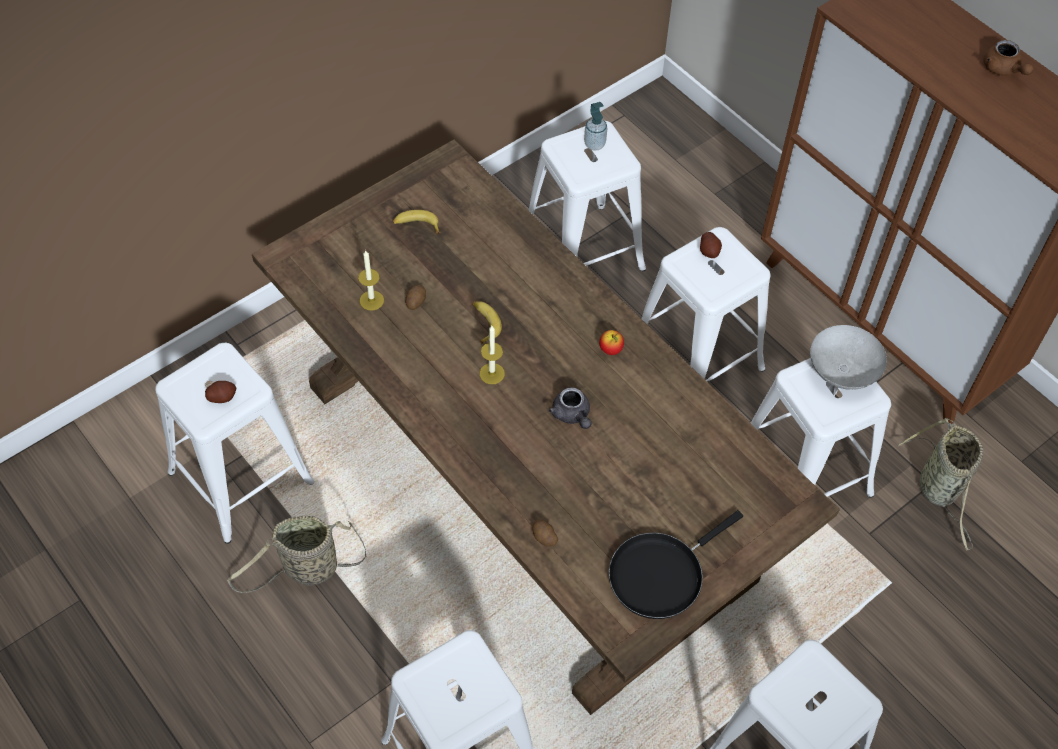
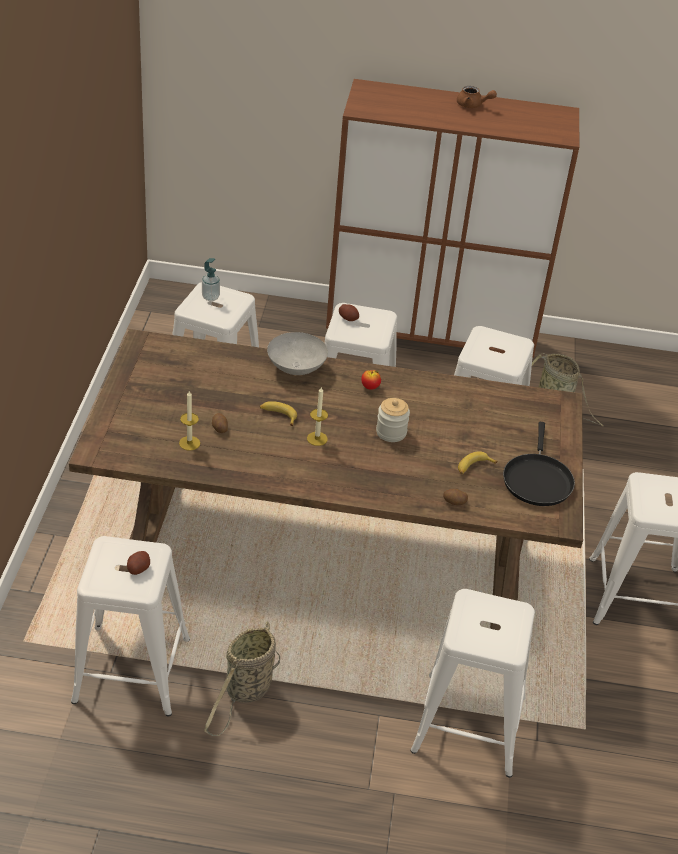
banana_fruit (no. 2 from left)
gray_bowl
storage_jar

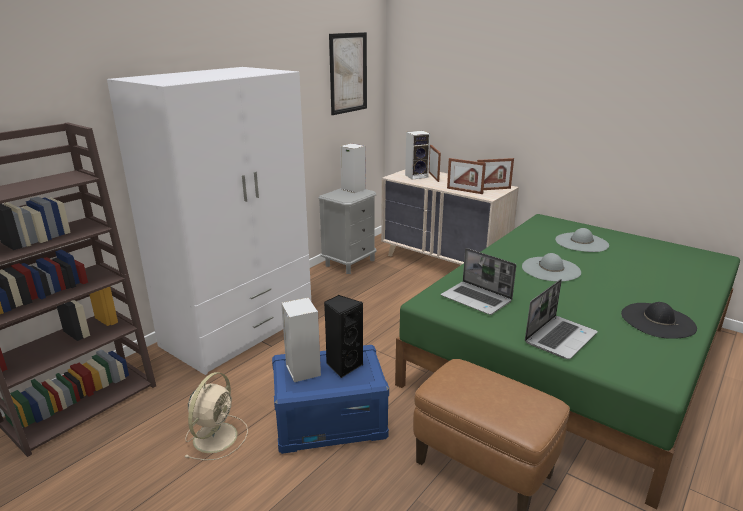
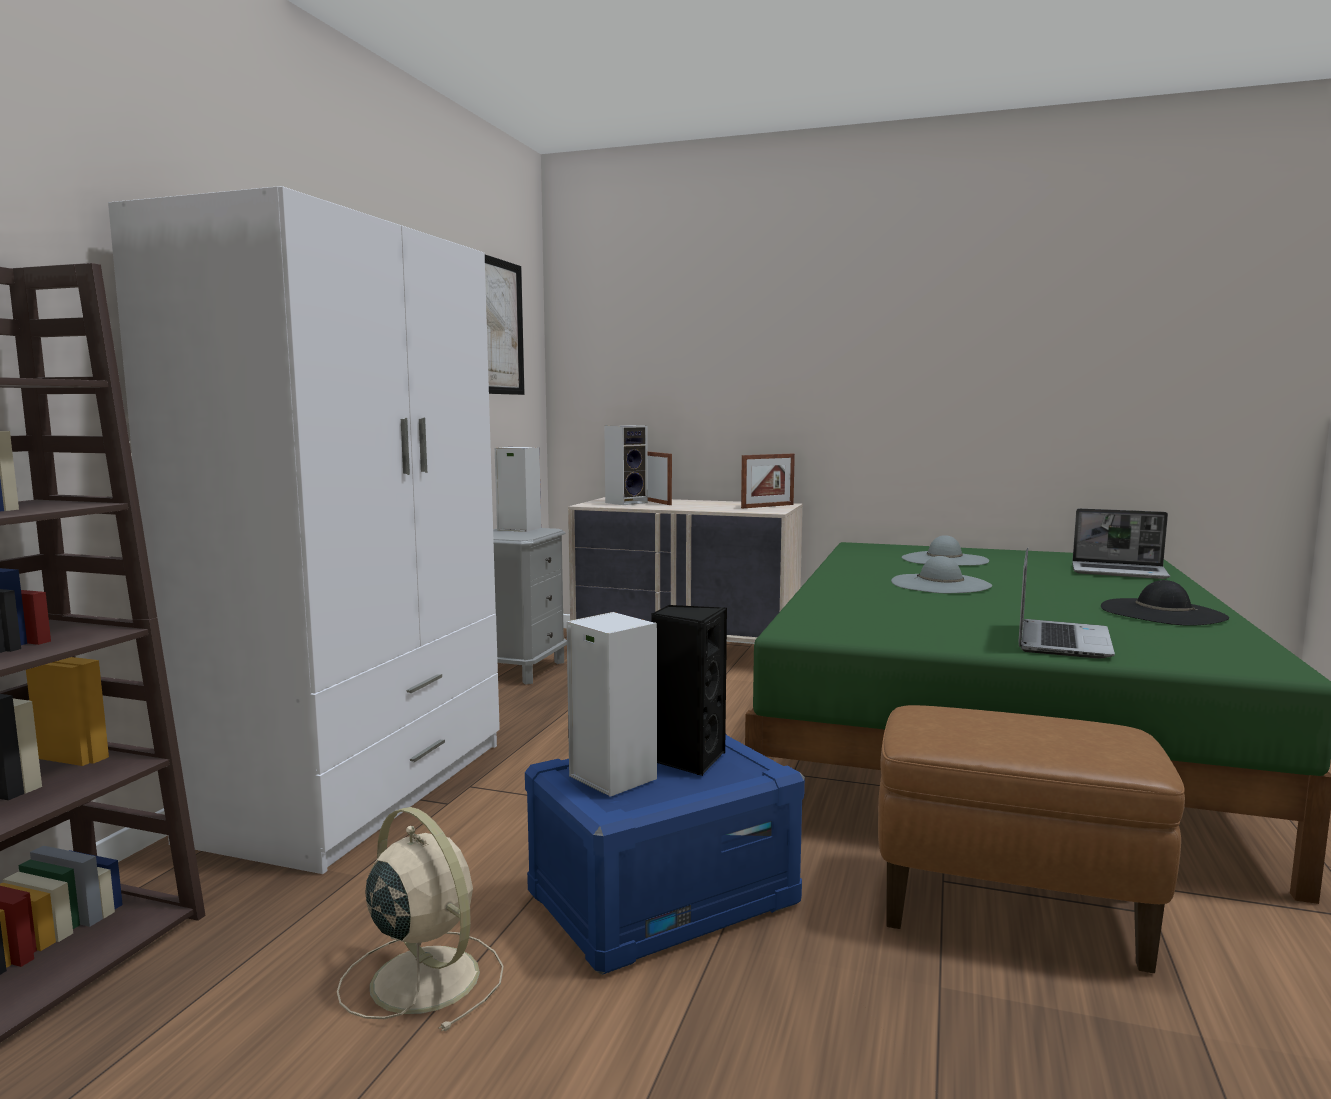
photo_frame (no. 2 from left in the first image)
portable_computer (no. 2 from left)
beige-coloured_electric_fan

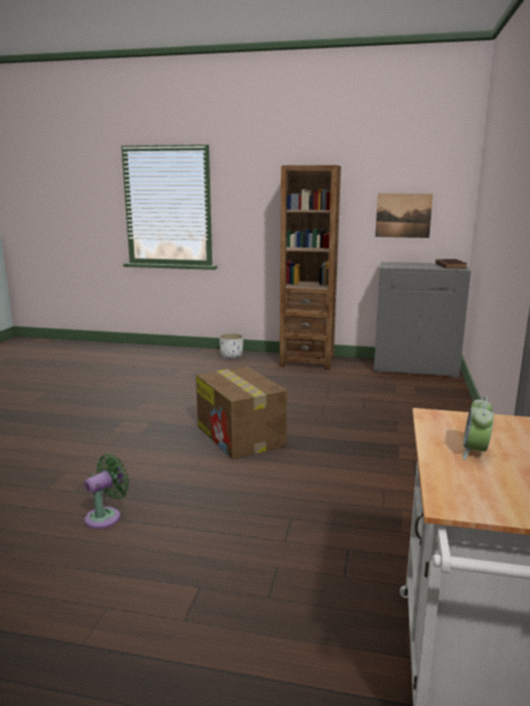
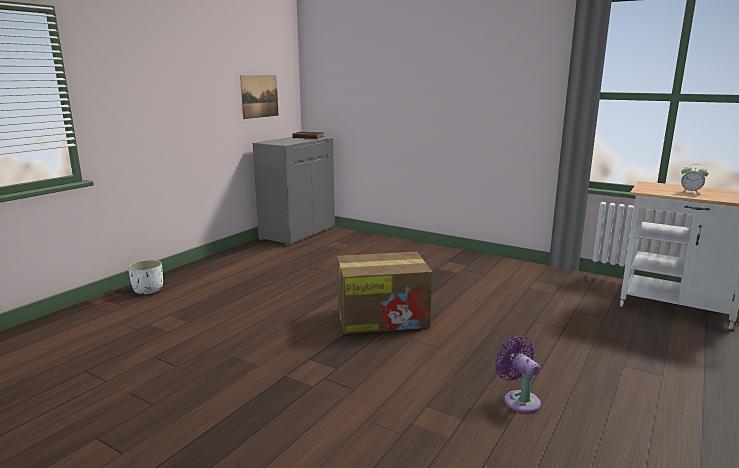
brown_bookcase
purplish_electric_fan

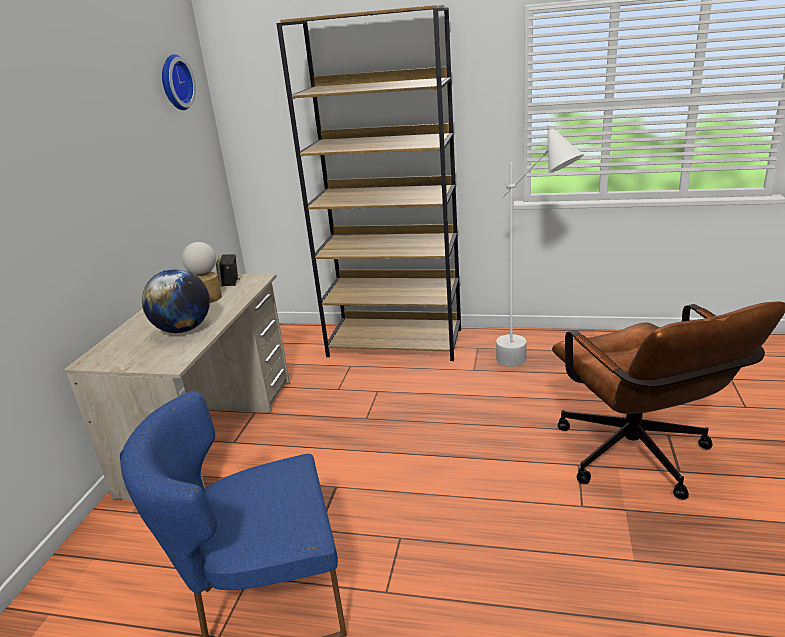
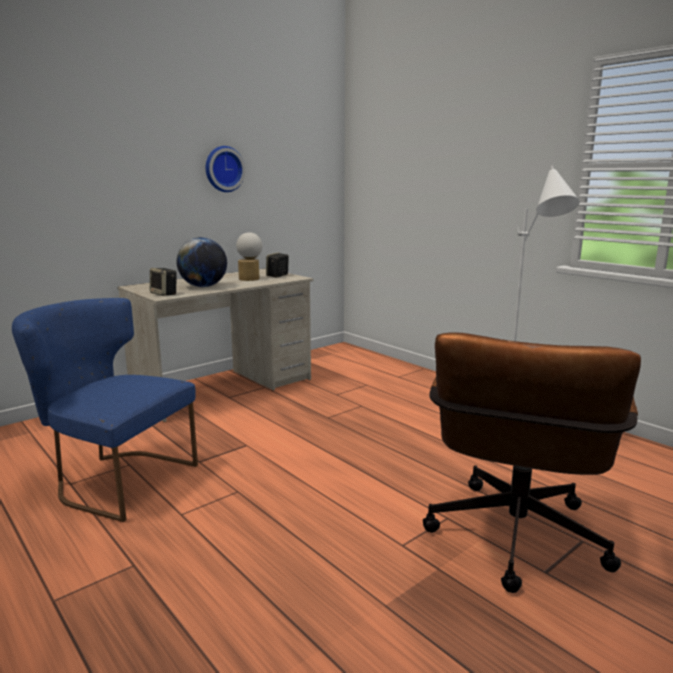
brown_bookcase
clock_on_the_wall
loudspeaker (no. 1 from left)

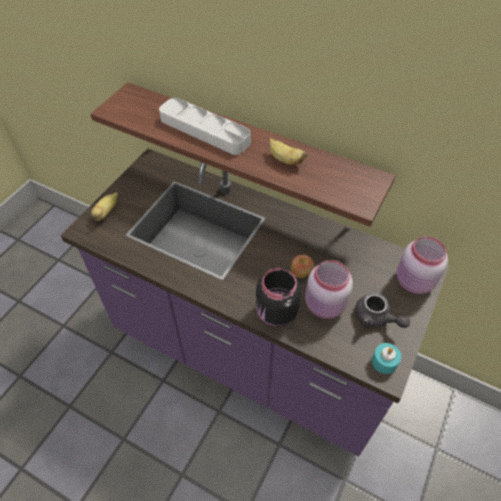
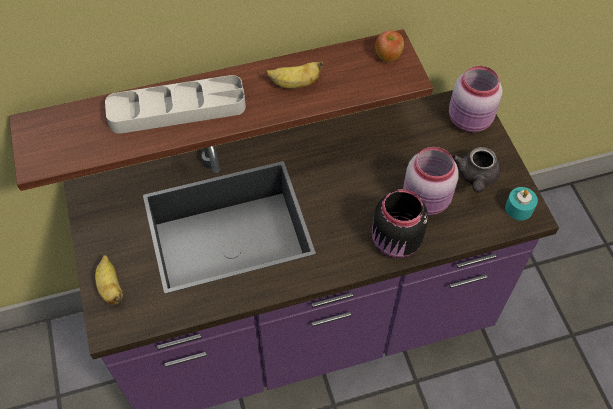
whole_apple
gray_tea_pot

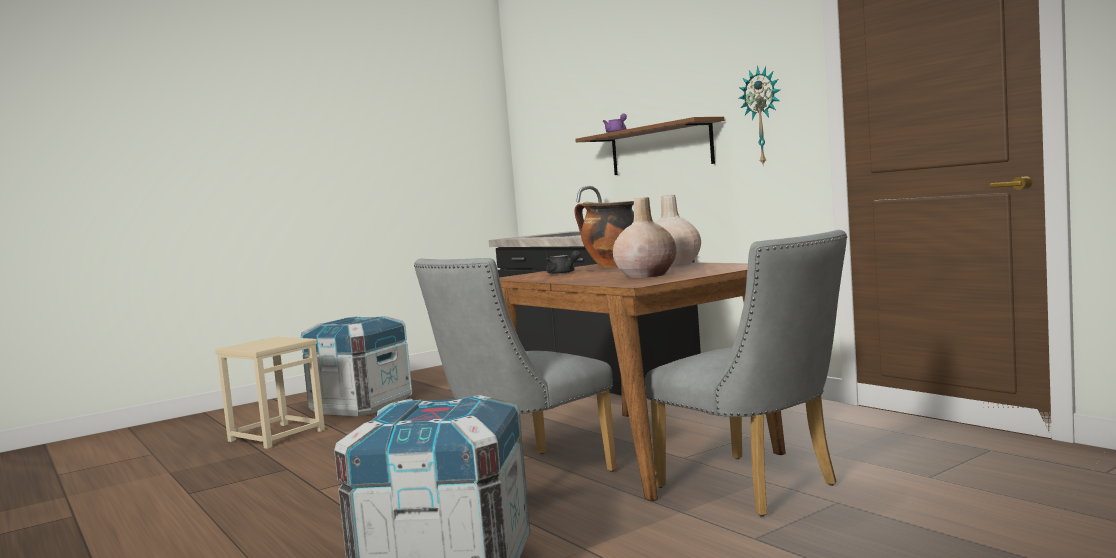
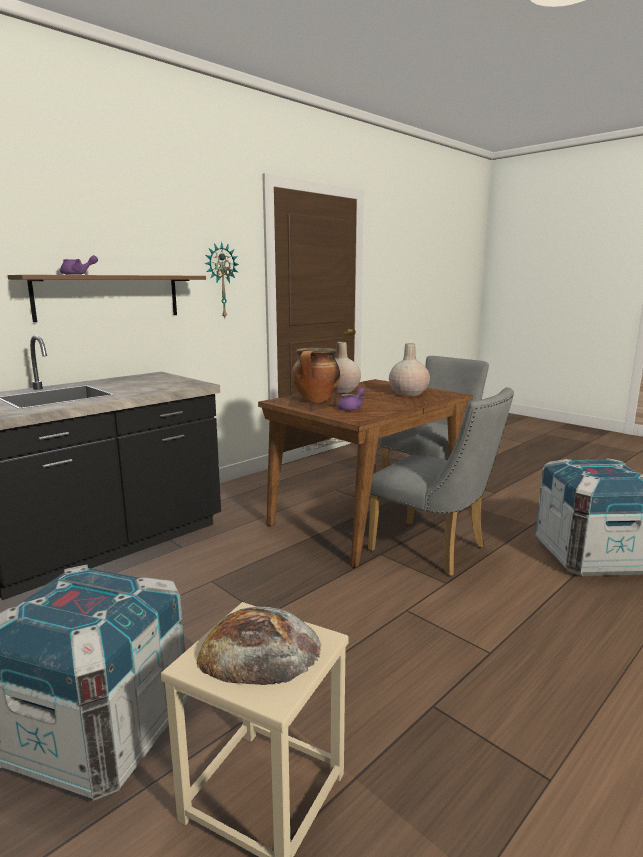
purplish_tea_pot (no. 2 from left)
bakery_bread

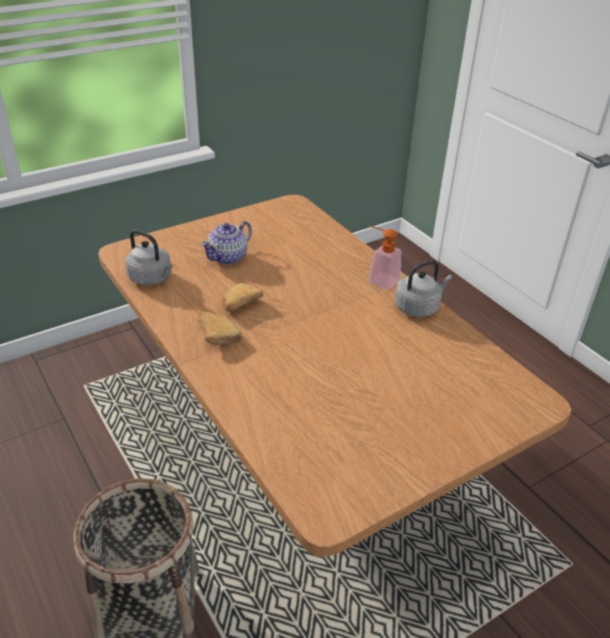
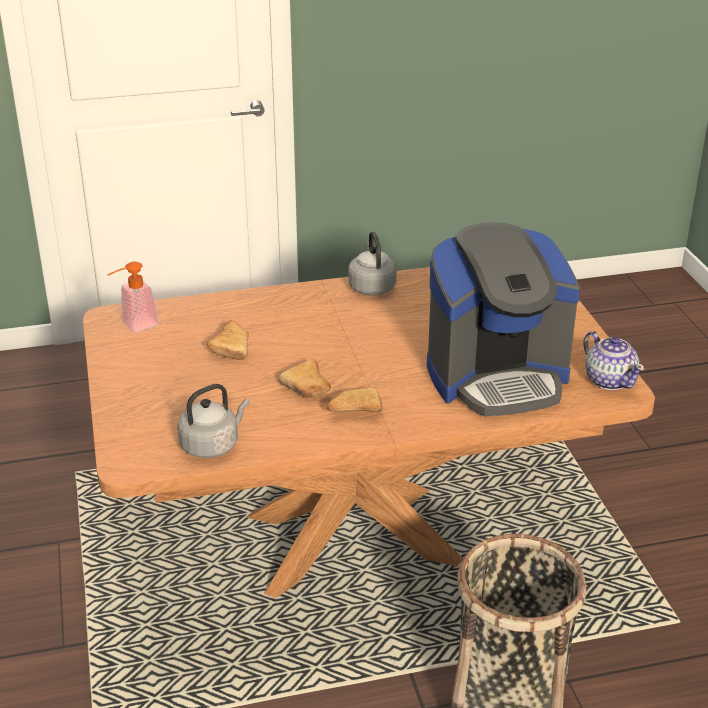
tea_pot
soap_bottle
coffee_machine
bakery_bread (no. 1 from left)

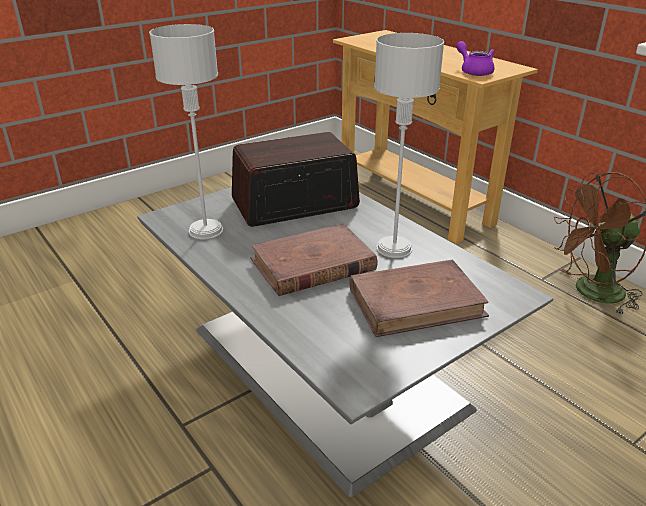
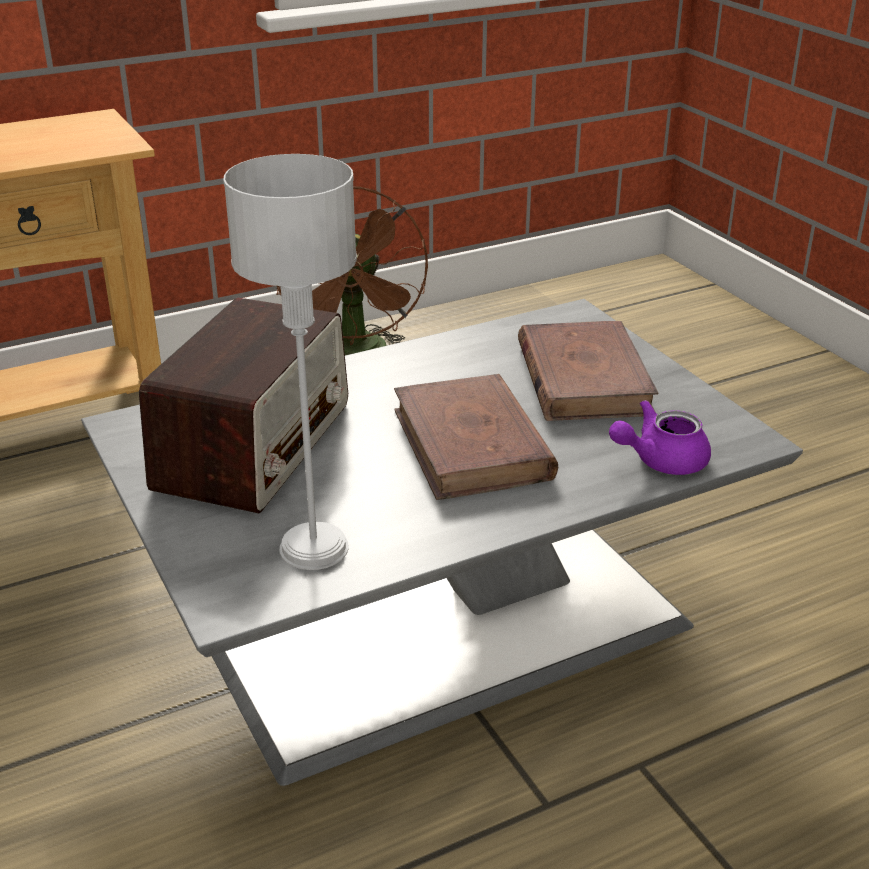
gray_table_lamp (no. 2 from left in the first image)
purplish_tea_pot
radio_set

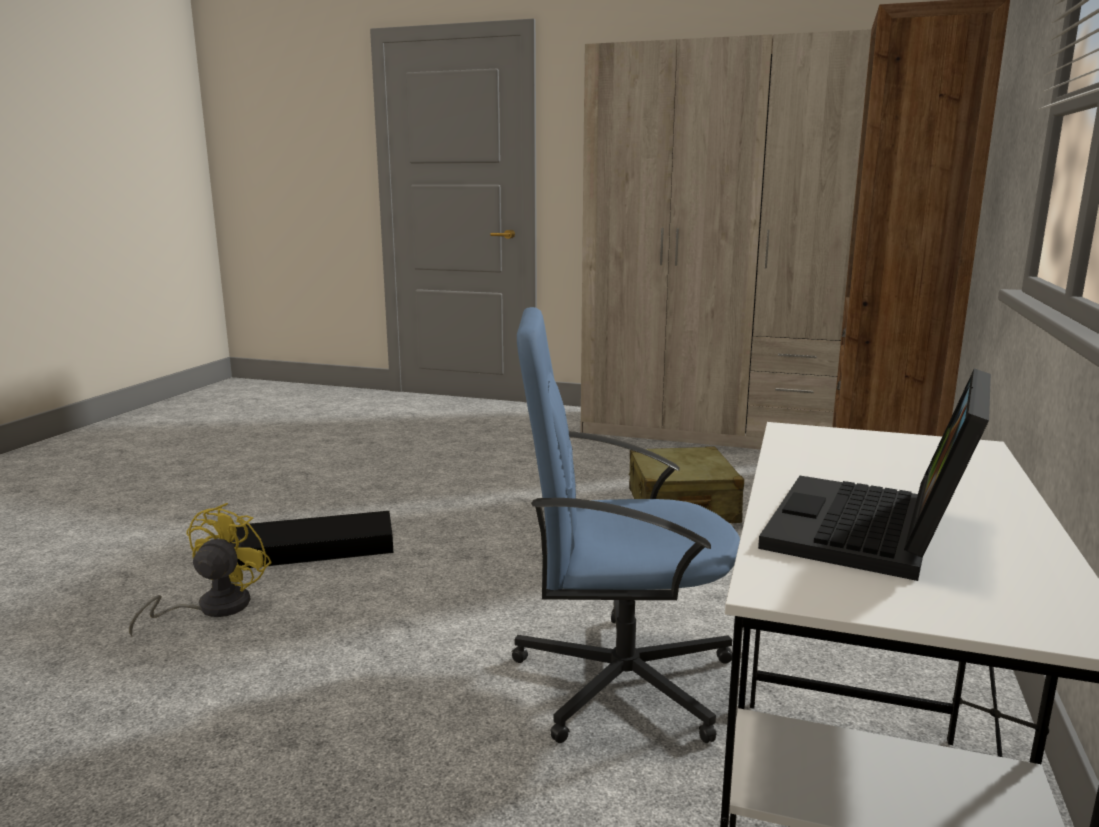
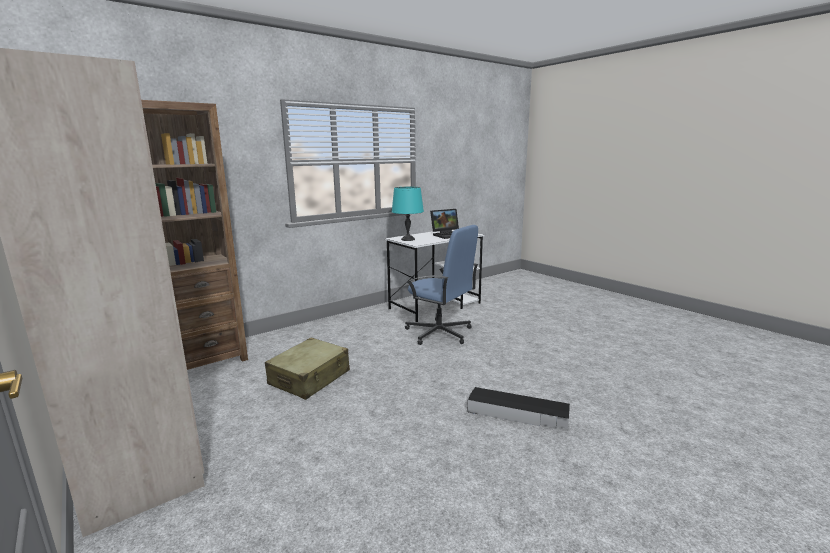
yellow-coloured_electric_fan
blue-green_table_lamp

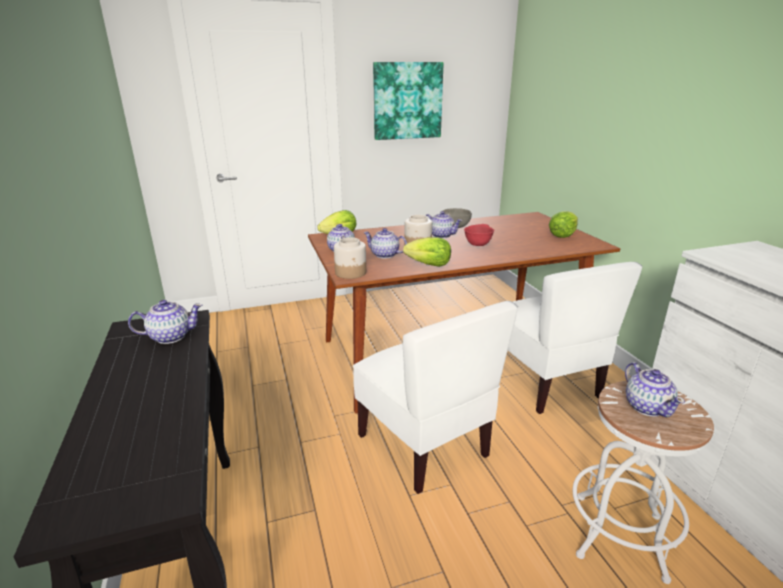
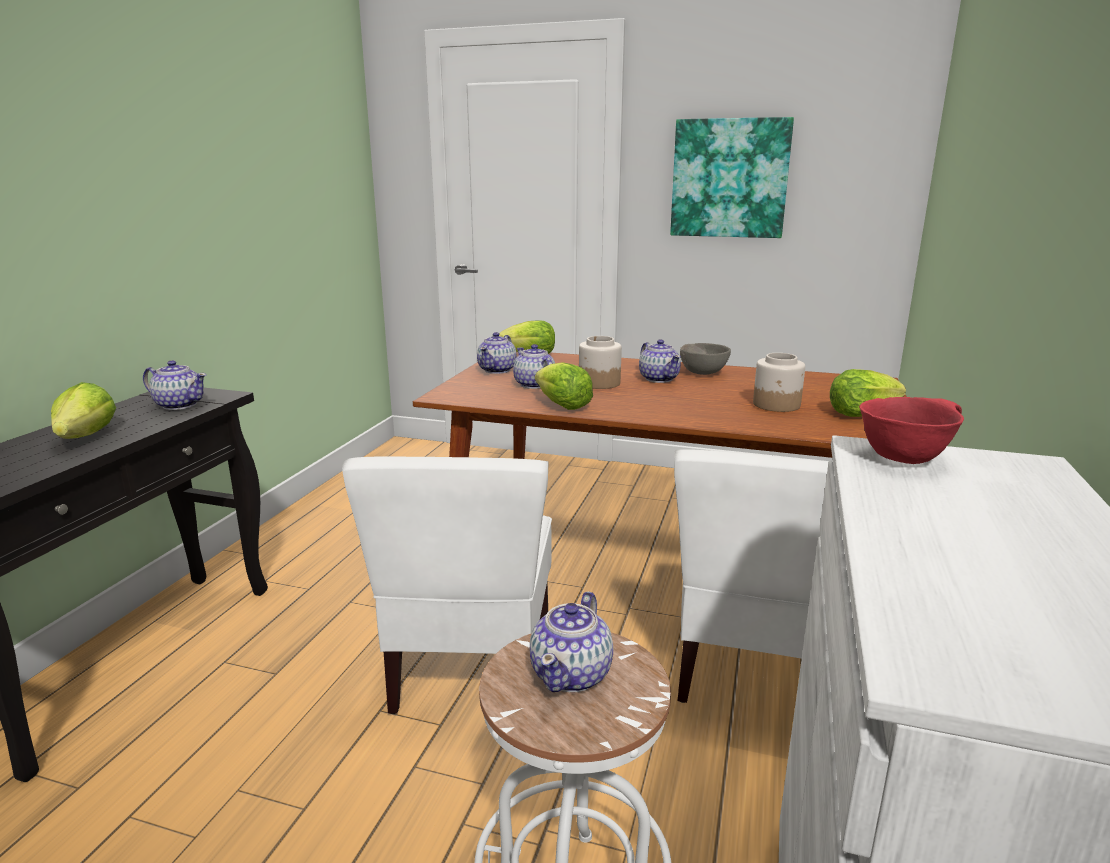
red-coloured_bowl
storage_jar (no. 2 from left)
lettuce_head (no. 1 from left)

